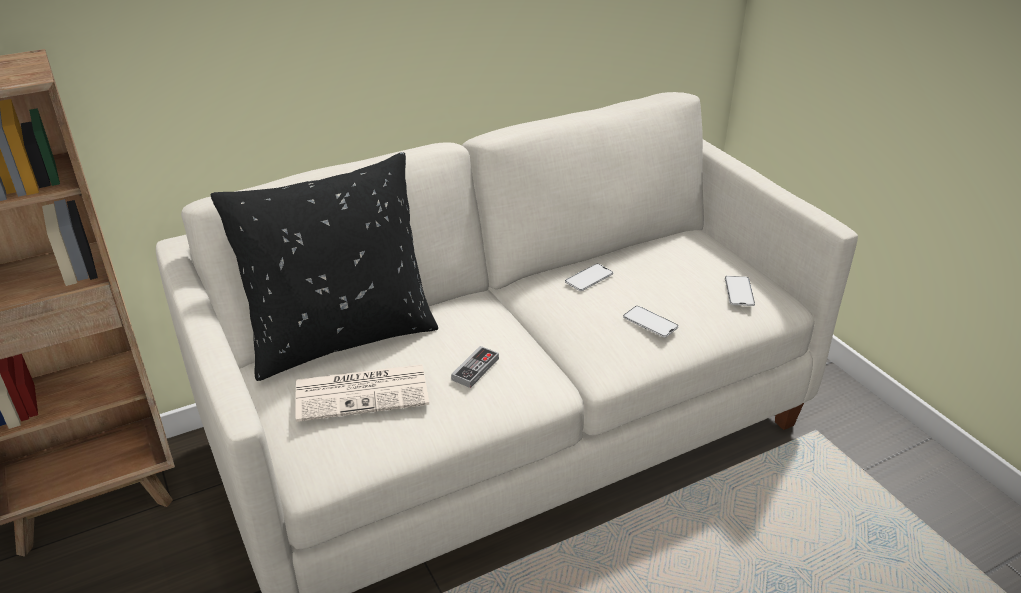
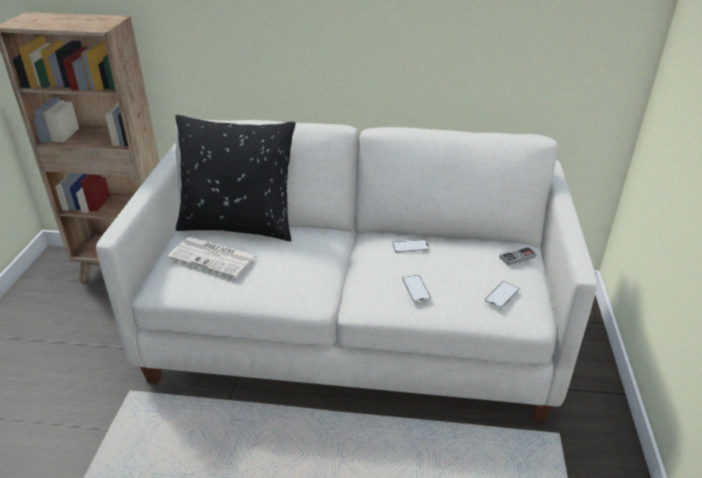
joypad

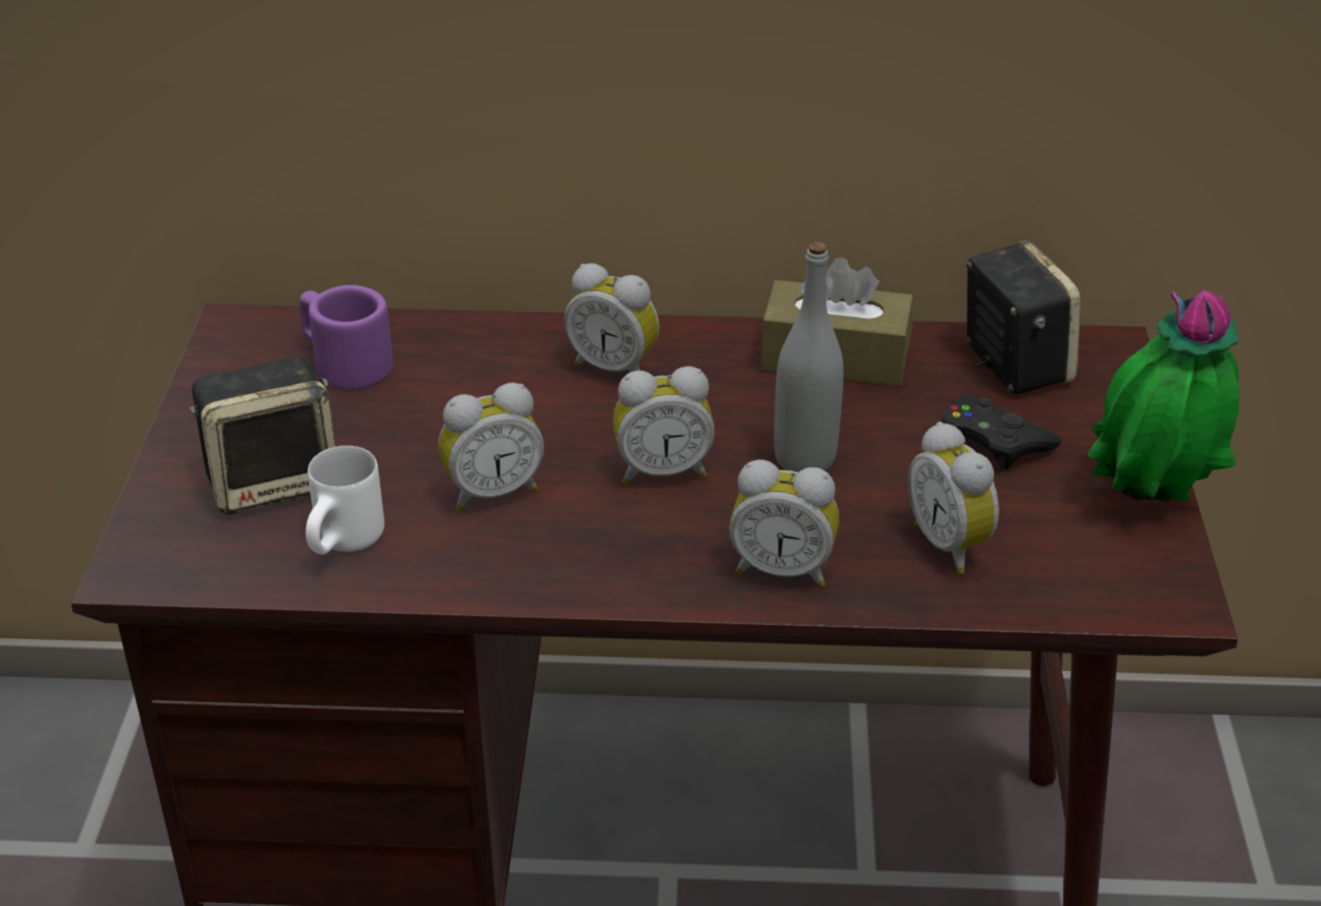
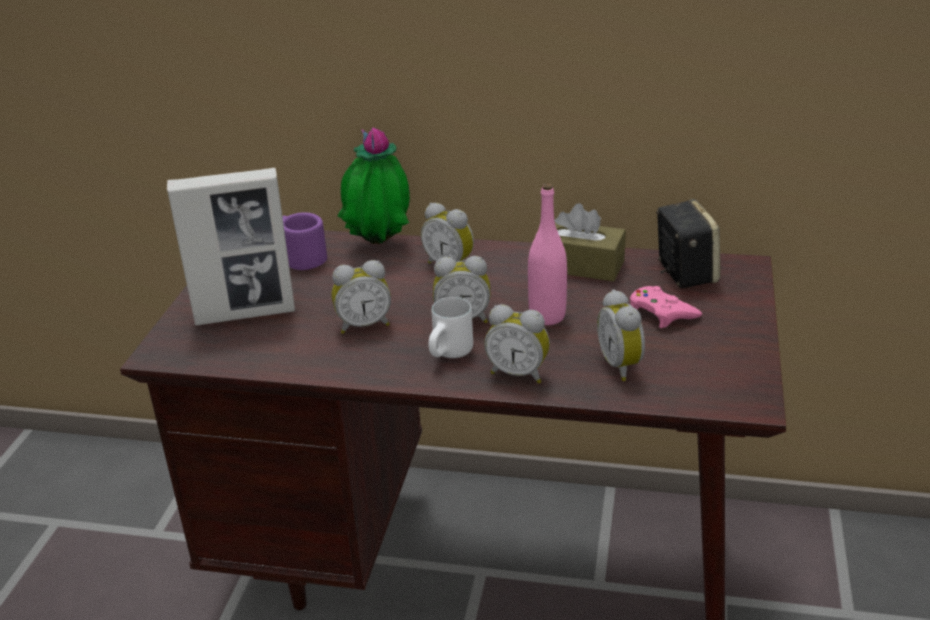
pink-coloured_beverage_bottle
potted_plant
photo_frame
pink-coloured_joypad
whitish_coffee_mug

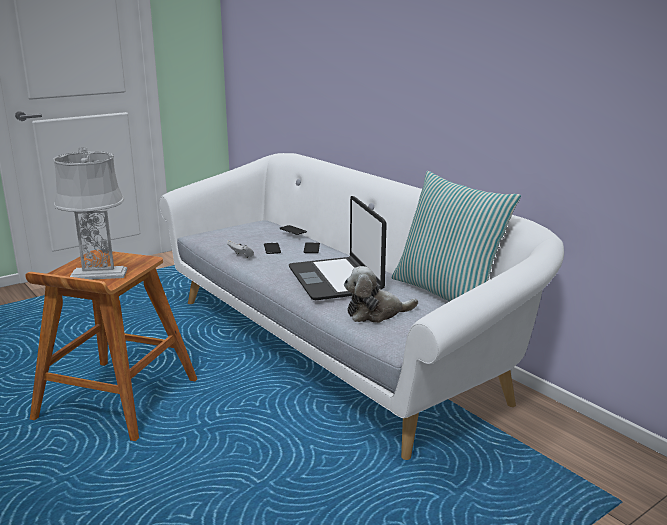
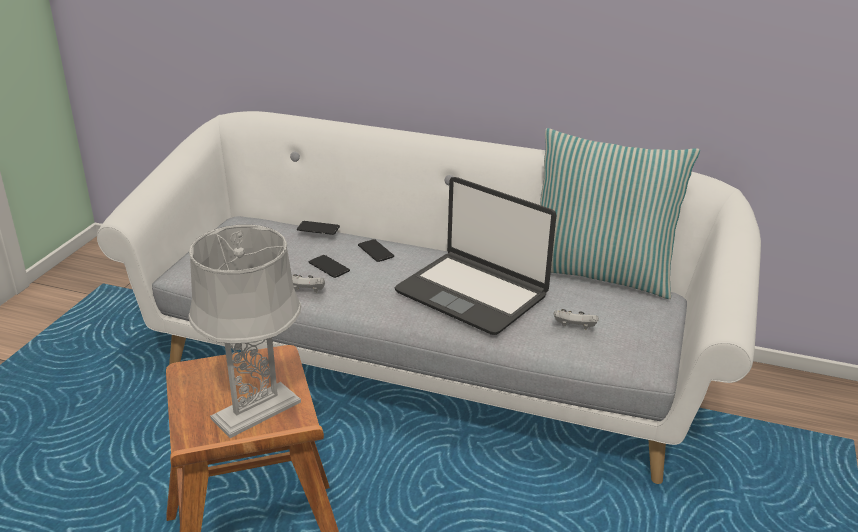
whitish_joypad (no. 2 from left)

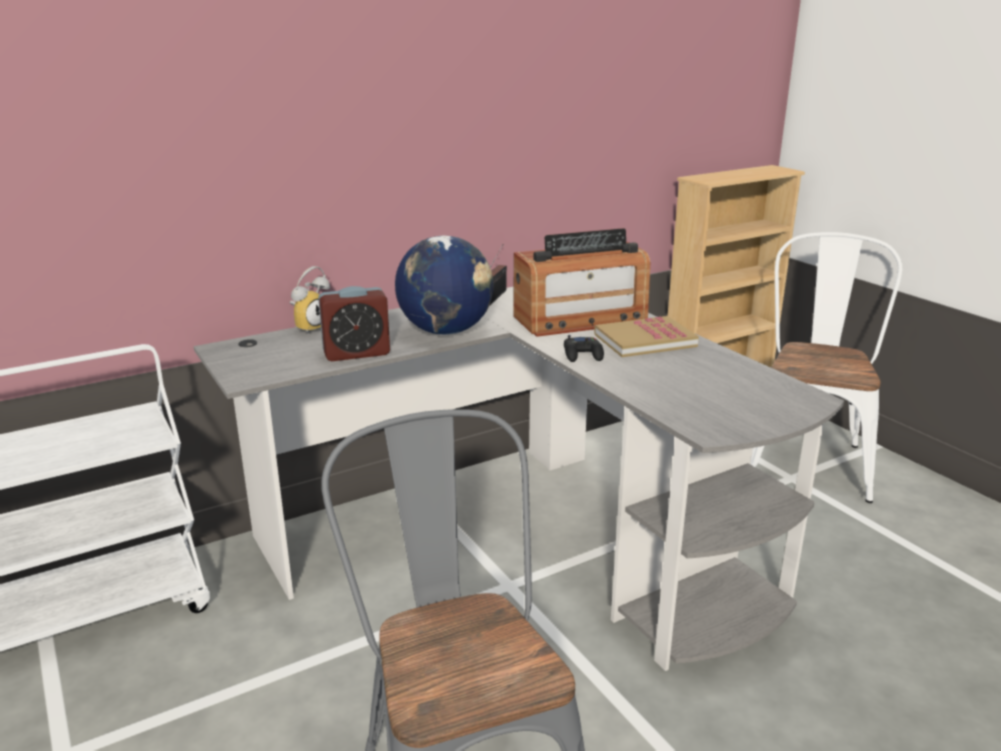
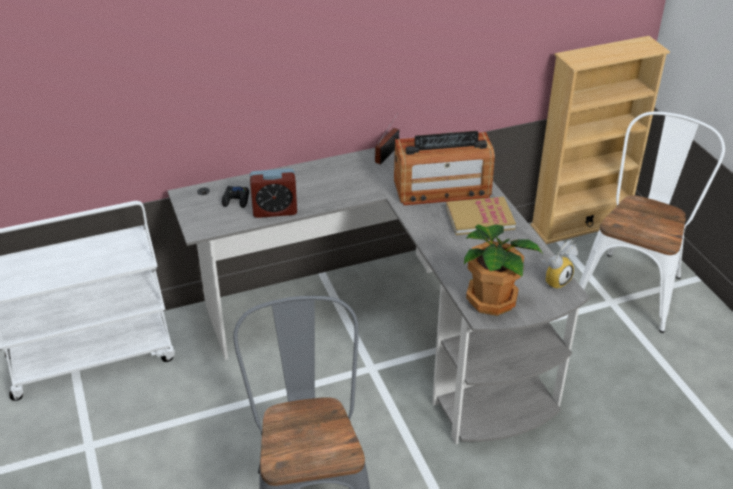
globe
table_clock (no. 2 from left)
blackish_joypad
potted_plant

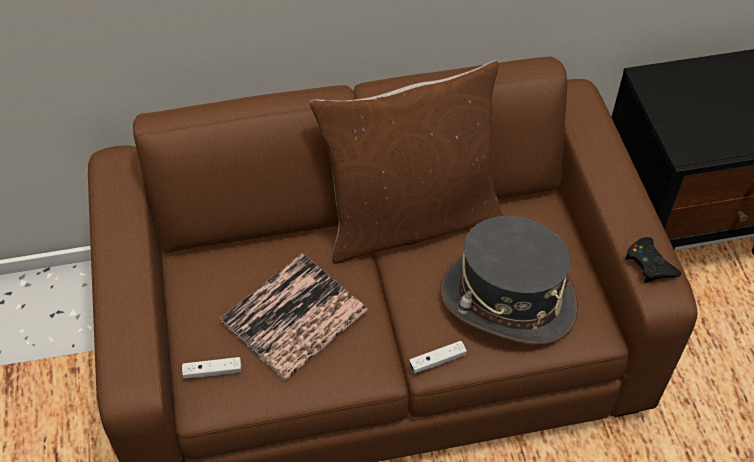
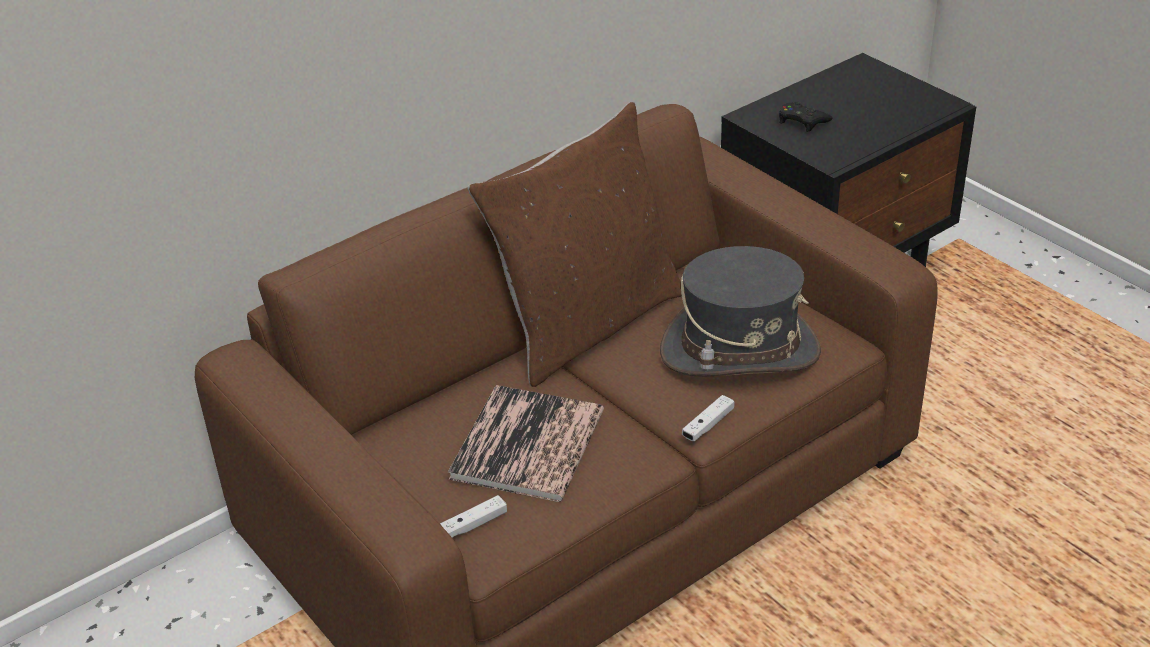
blackish_joypad

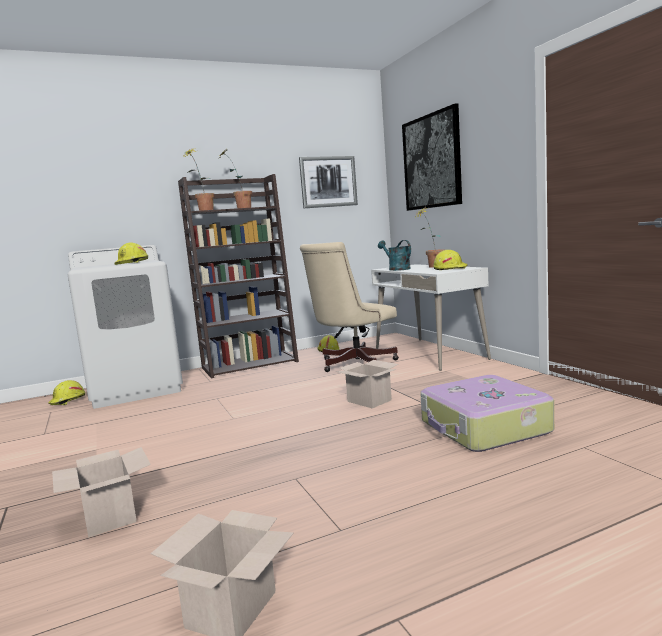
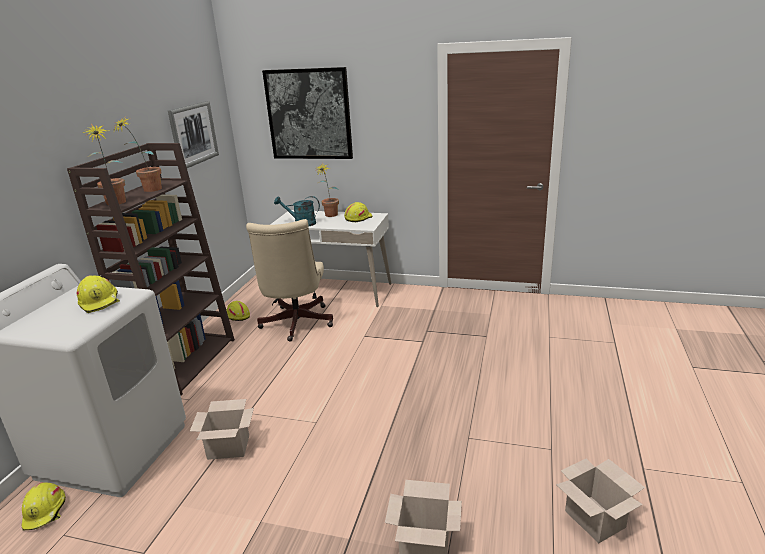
packing_box (no. 1 from left)
suitcase

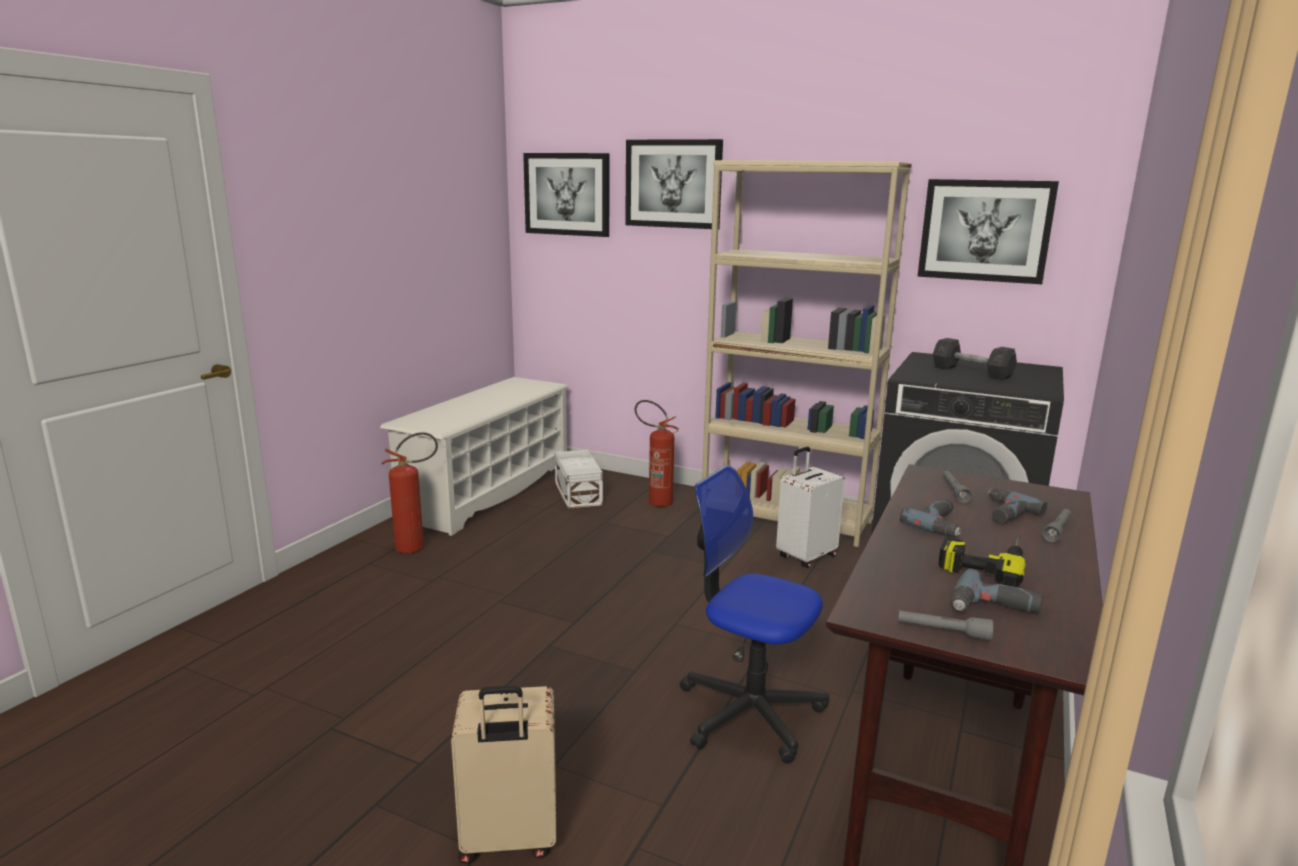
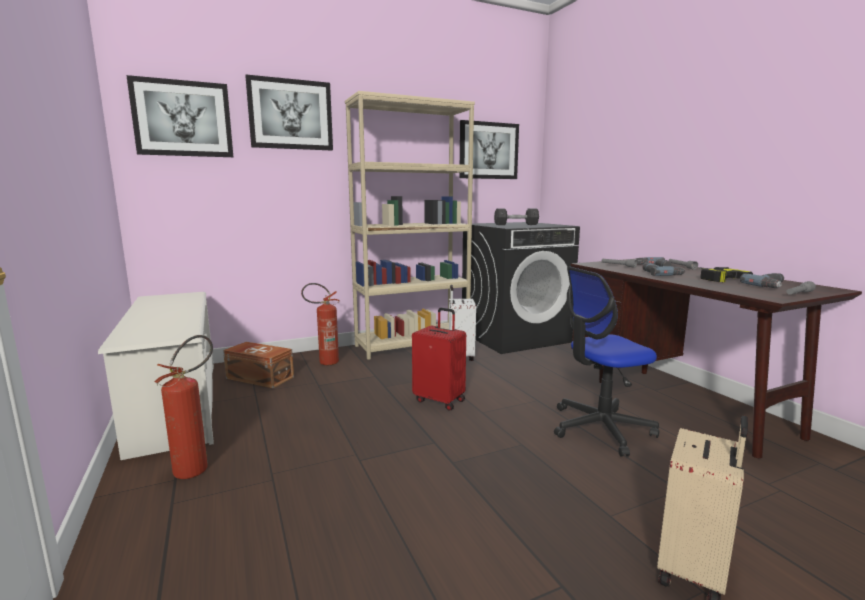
brown_storage_container
red-coloured_suitcase

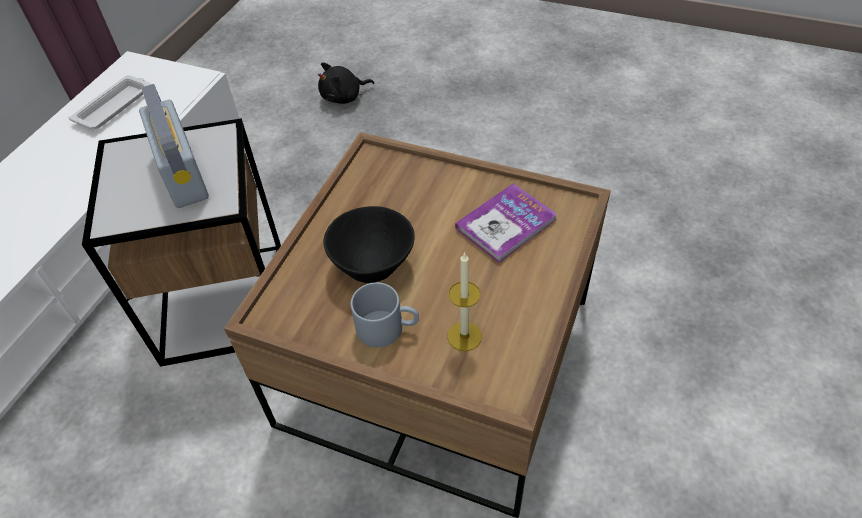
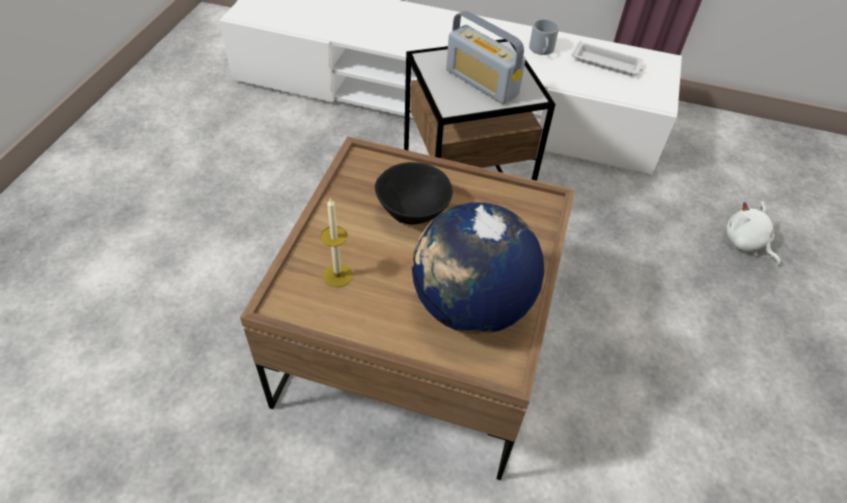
whitish_cuddly_toy
radio_set
globe
gray_coffee_mug

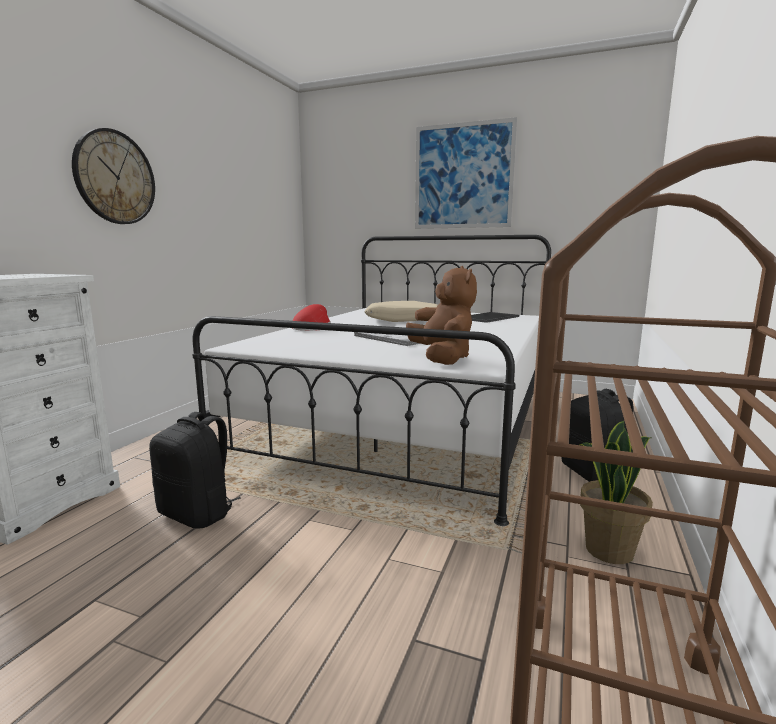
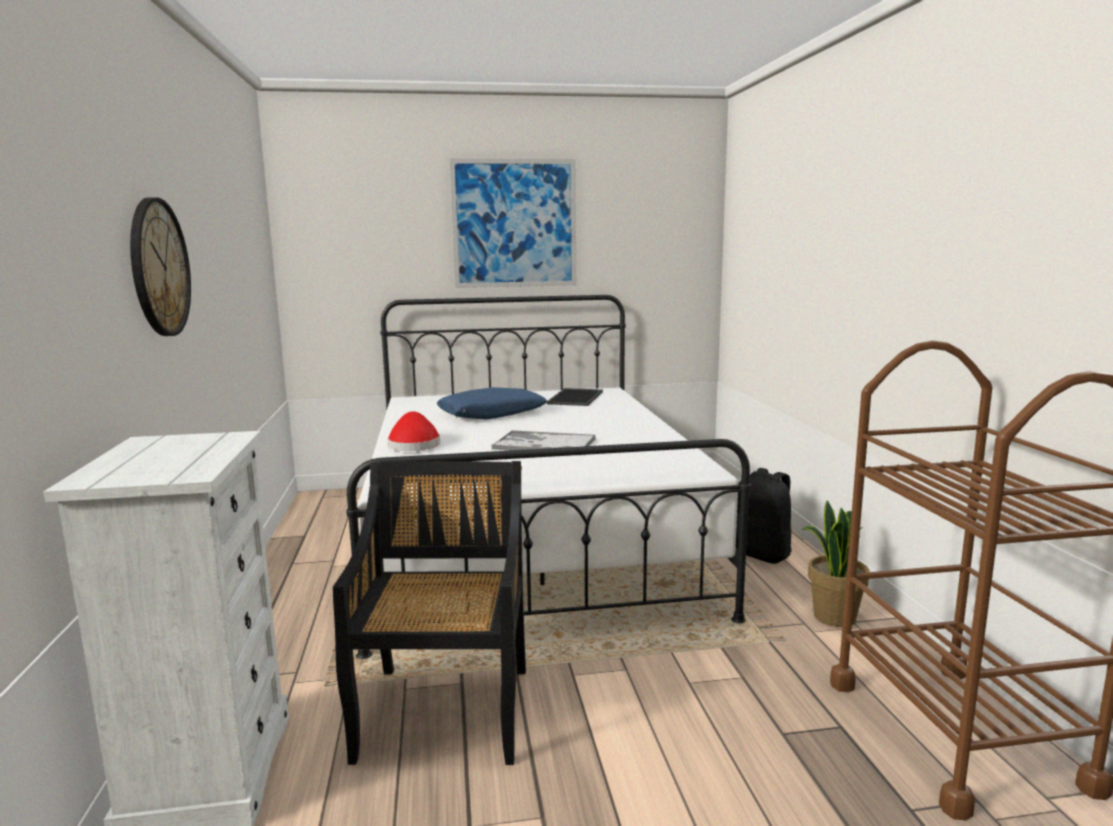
brown_cuddly_toy
bluish_pillow
blackish_plain_chair

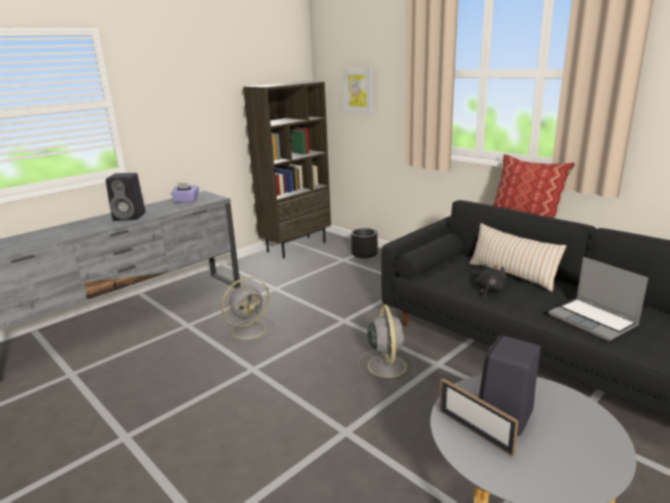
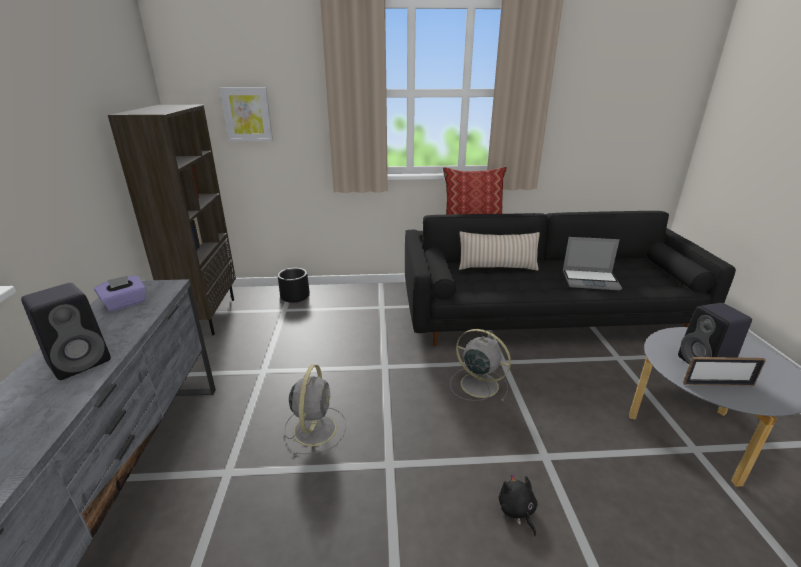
blackish_cuddly_toy

